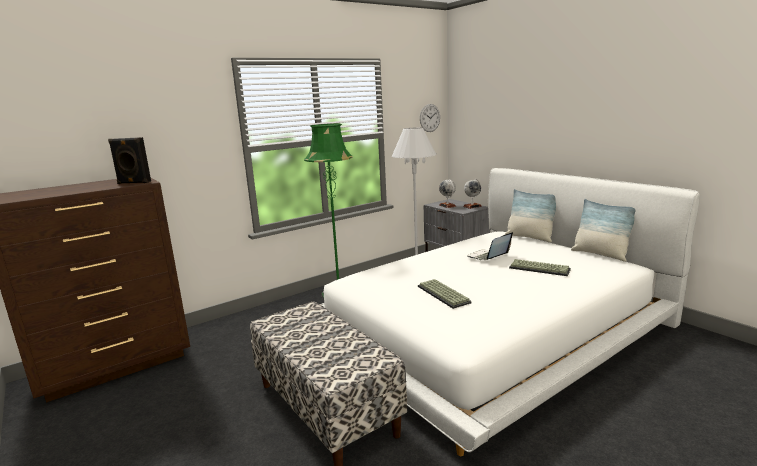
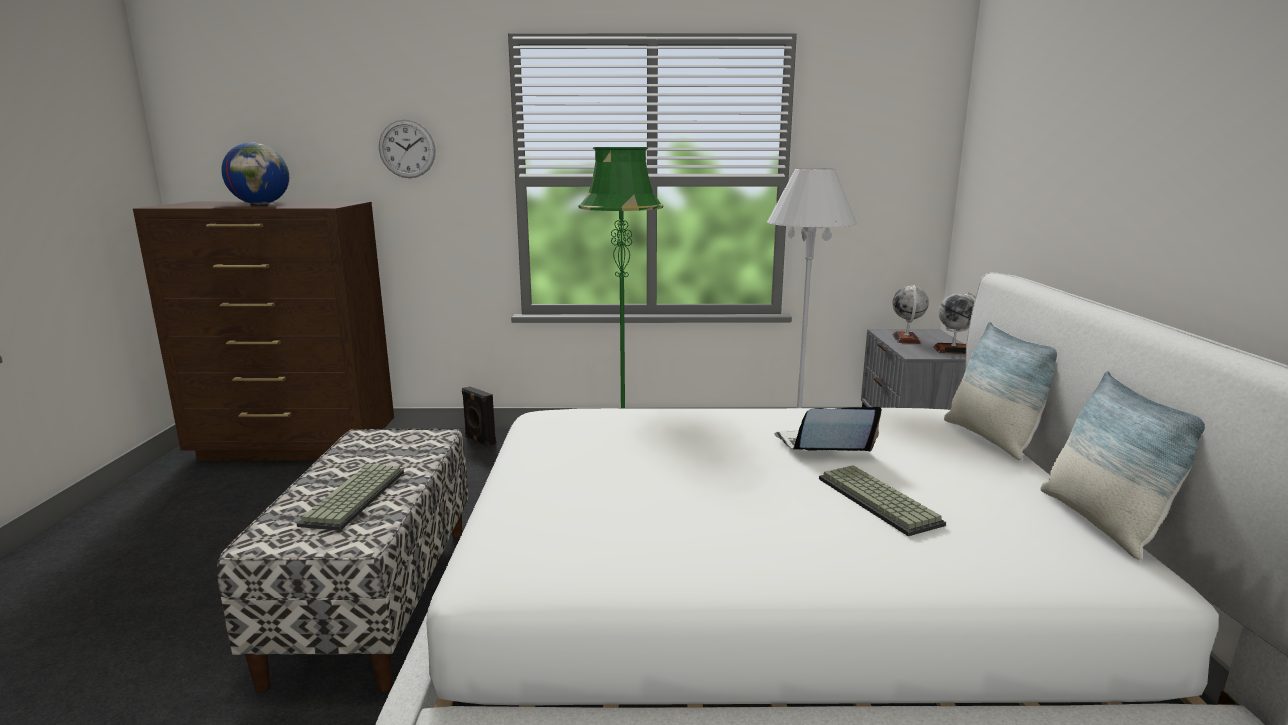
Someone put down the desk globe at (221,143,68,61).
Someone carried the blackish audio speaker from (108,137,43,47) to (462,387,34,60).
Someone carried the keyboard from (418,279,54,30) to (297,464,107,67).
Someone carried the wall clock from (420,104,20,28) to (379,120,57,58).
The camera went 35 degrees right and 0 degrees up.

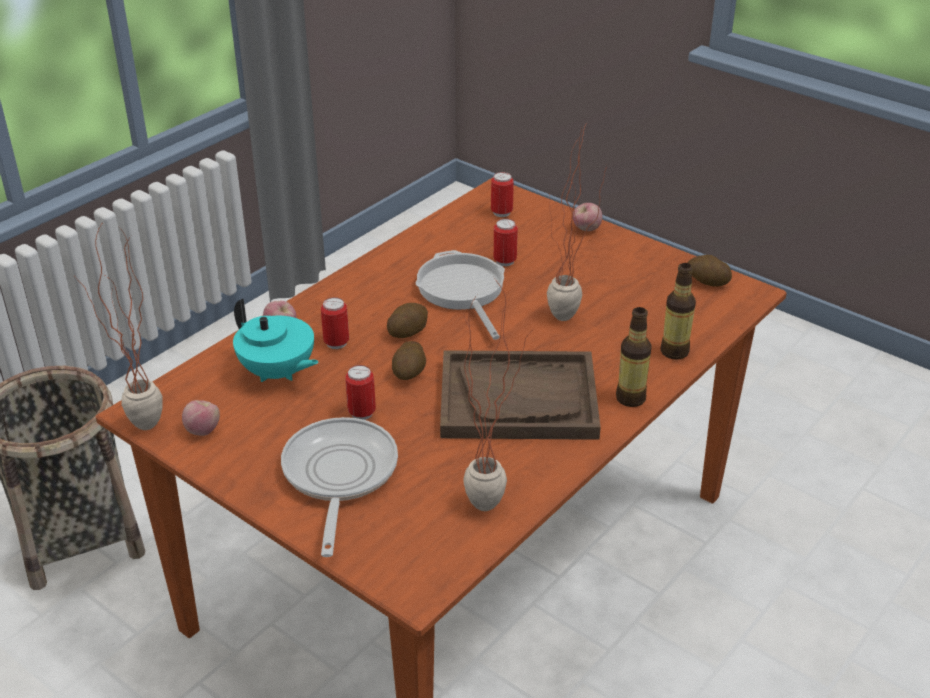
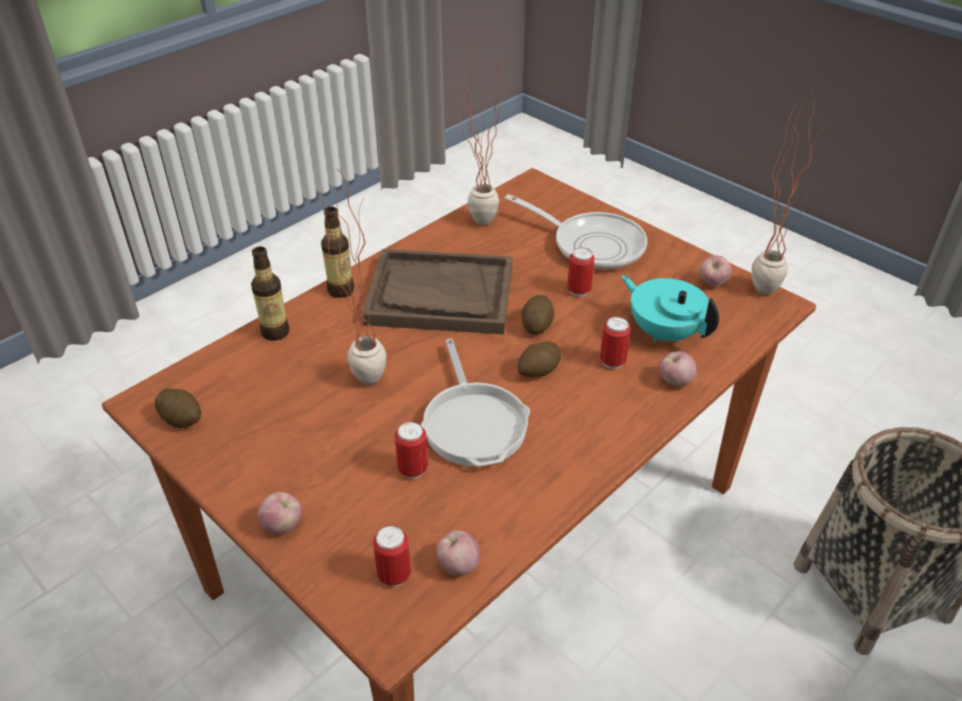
Someone put down the apple at (436,530,44,46).
Someone rotated the frying pan at (281,417,117,140) by 60 degrees counterclockwise.
The camera went 175 degrees left and 5 degrees up.

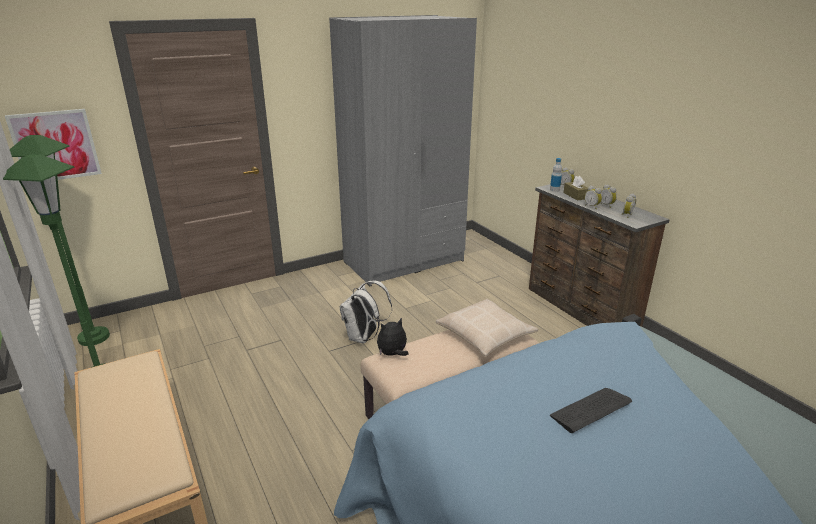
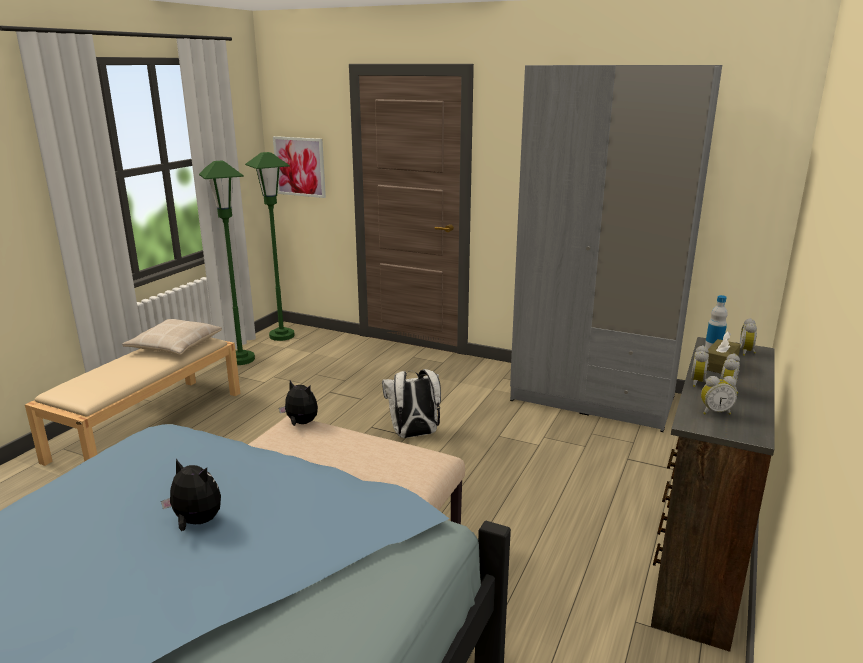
Someone carried the sand-coloured pillow from (436,299,103,58) to (122,319,100,36).
Someone swapped the keyboard at (550,388,82,45) for the plush toy at (161,459,60,72).
The camera went 55 degrees right and 5 degrees down.

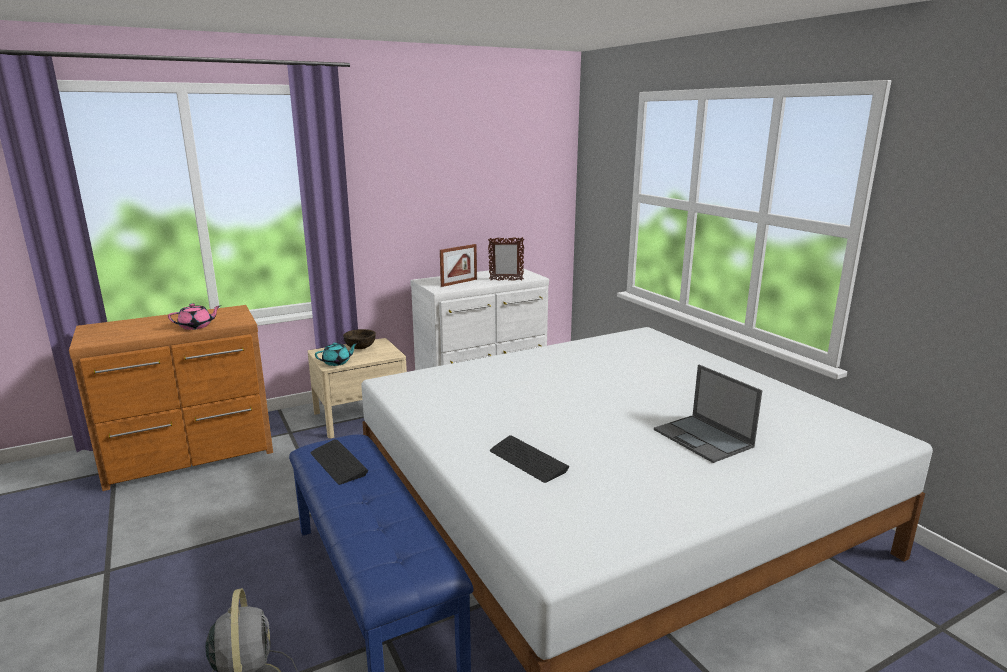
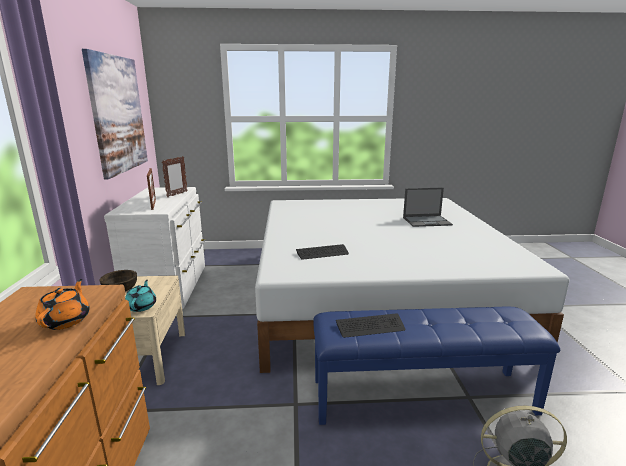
Someone put up the wall art at (82,49,66,131).
Someone carried the keyboard from (490,435,80,48) to (296,244,53,16).
Someone repainted the pink-coloured pot for tea at (168,303,52,27), which became the orange-coloured pot for tea at (35,279,55,51).
The camera went 65 degrees left and 0 degrees up.

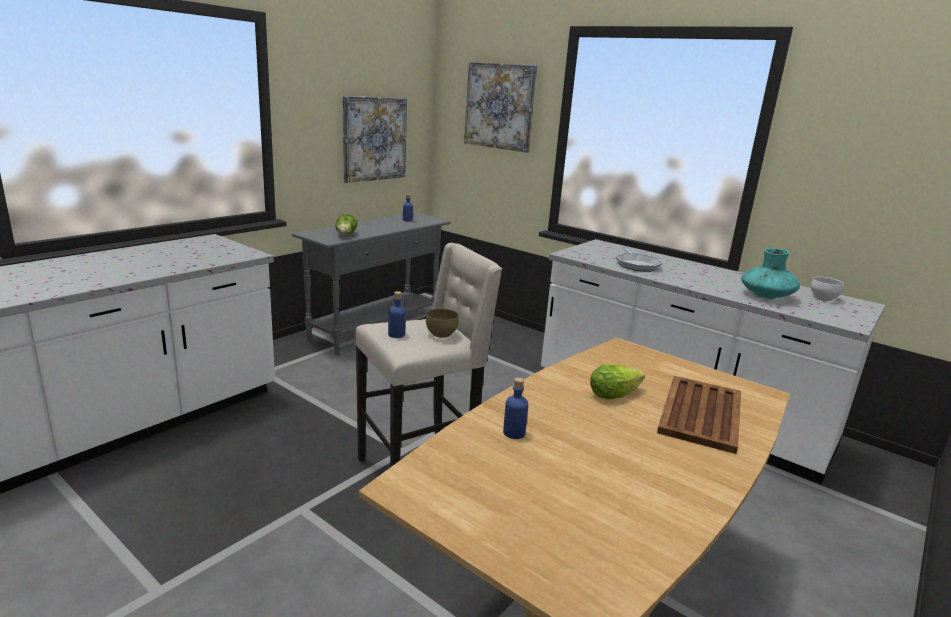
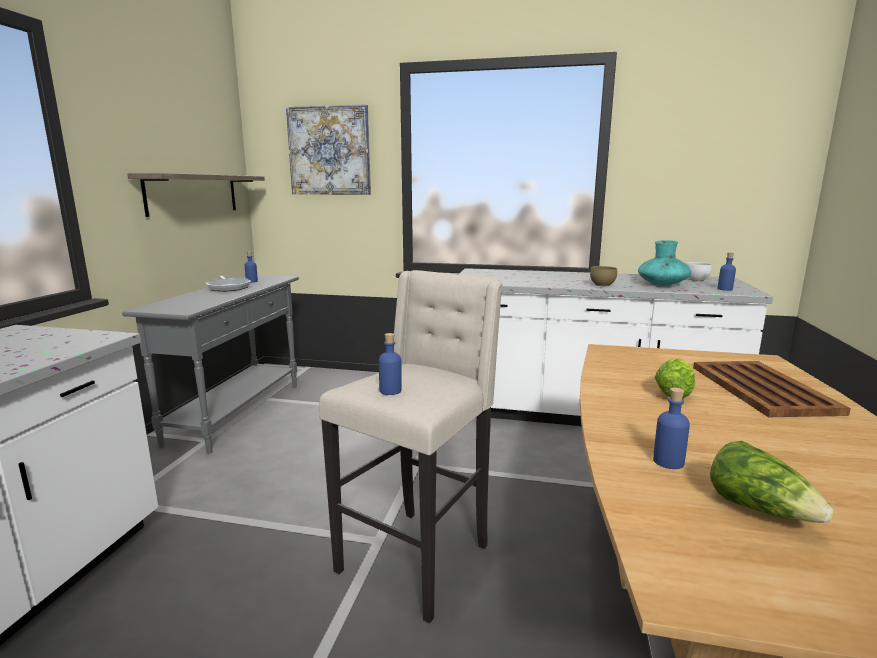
Someone put down the bluish bottle at (717,253,19,38).
Someone carried the lettuce head from (335,214,22,21) to (710,441,124,82).
Someone carried the brown deep dish from (426,308,33,30) to (590,266,27,20).
Someone carried the frying pan from (616,247,47,24) to (206,275,45,17).
Someone swapped the wall art at (343,96,64,87) for the bracket shelf at (127,173,138,44).
The camera went 25 degrees left and 5 degrees down.

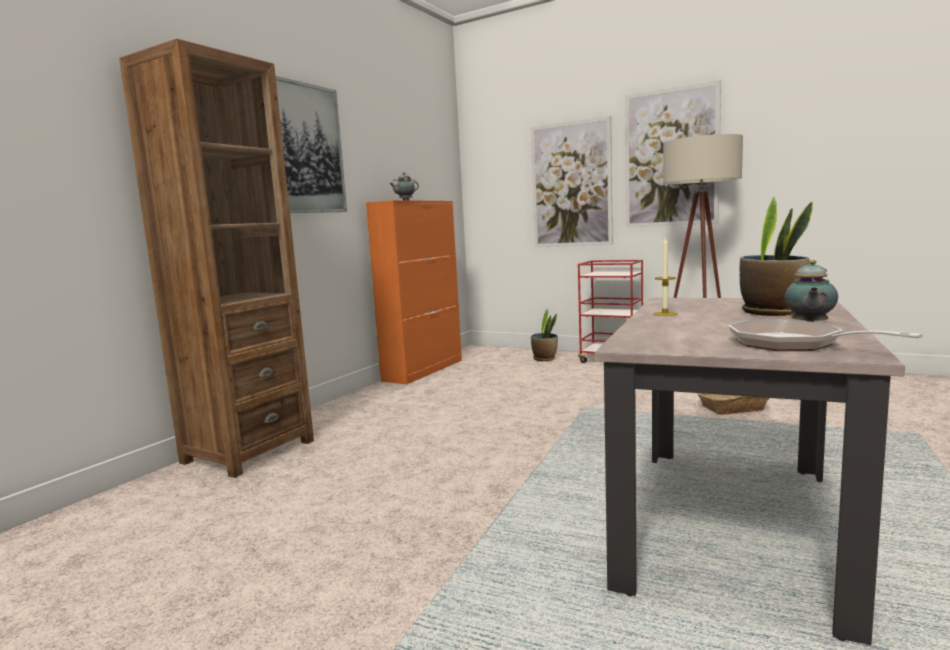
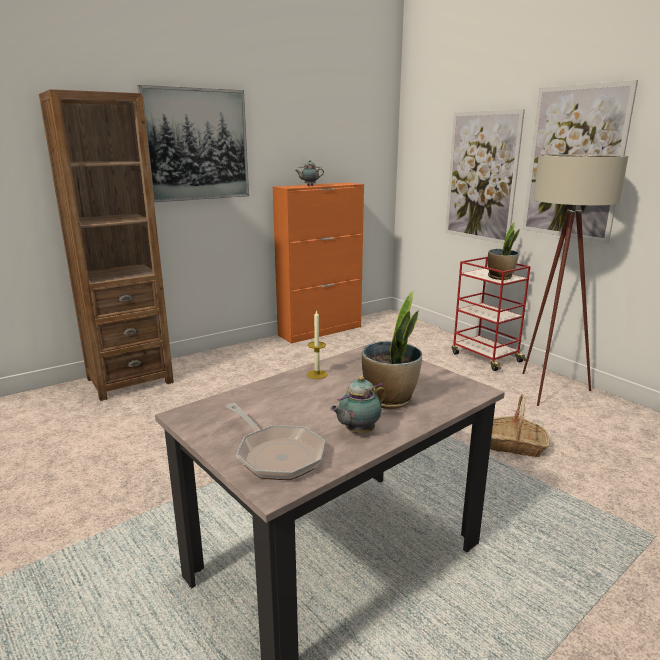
Someone carried the houseplant from (531,308,27,53) to (488,222,32,58).
Someone rotated the frying pan at (728,319,195,32) by 150 degrees clockwise.
The camera went 25 degrees right and 10 degrees up.

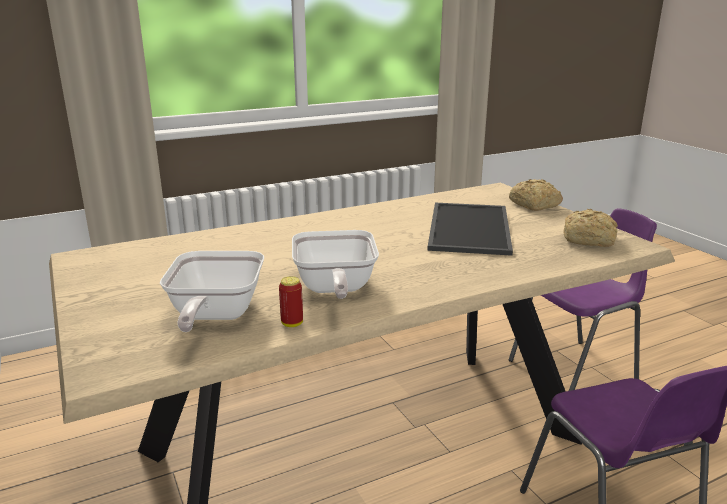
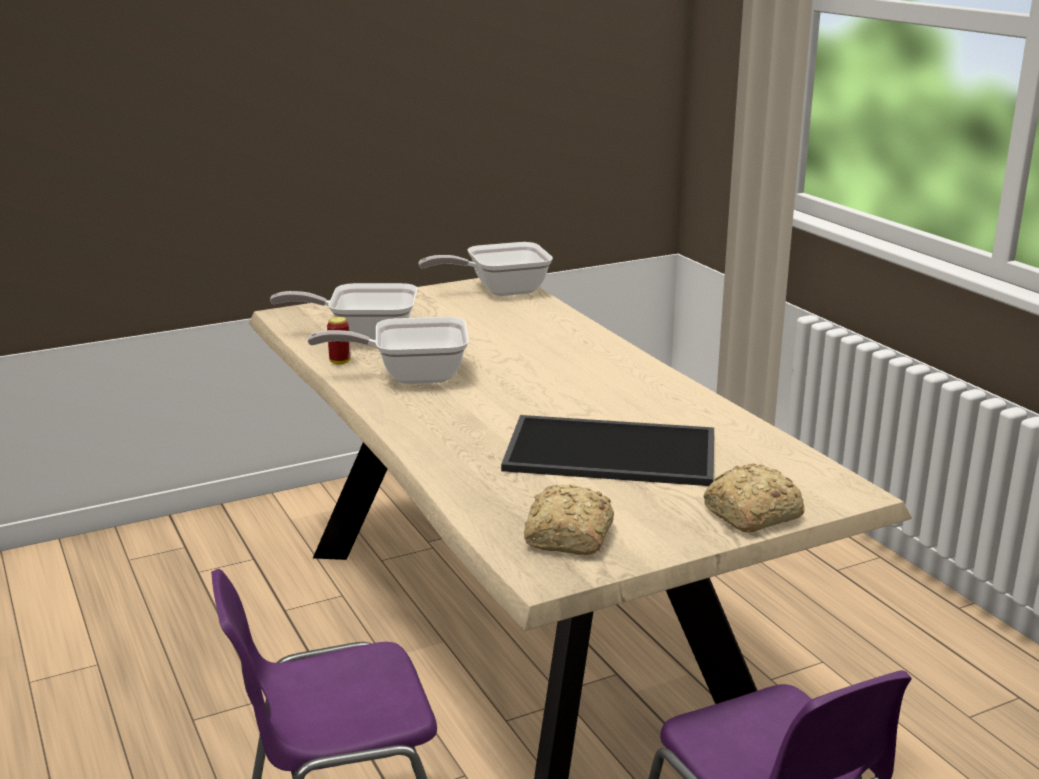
Someone put down the frying pan at (418,242,135,54).
The camera went 90 degrees right and 0 degrees up.

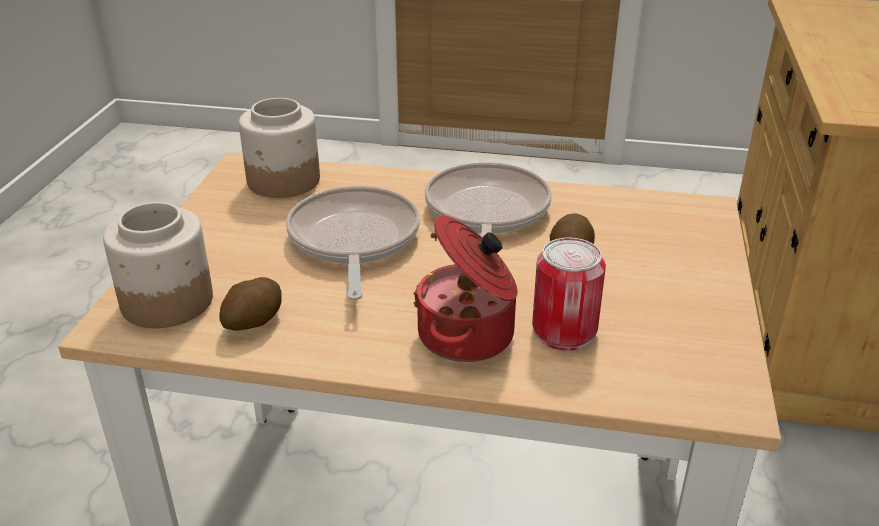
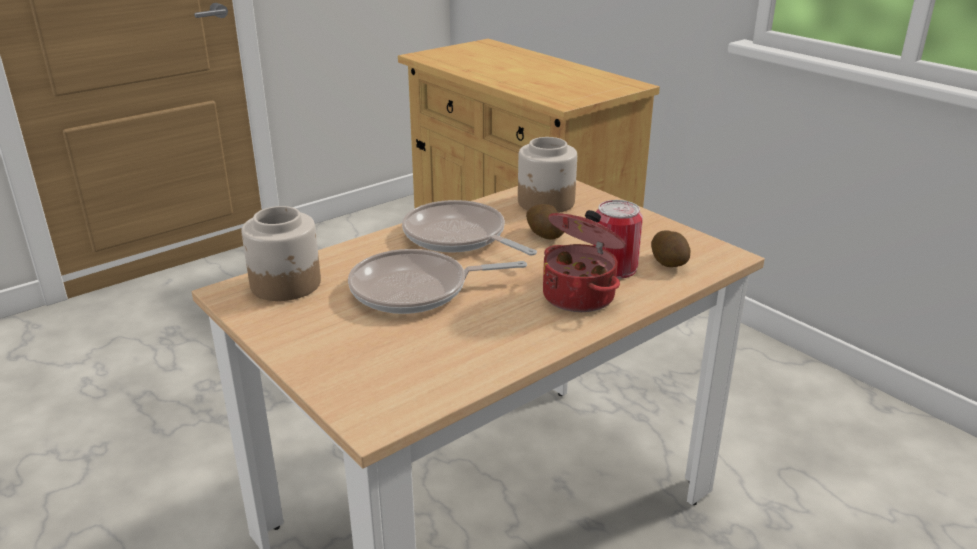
Someone carried the jar from (103,202,110,126) to (518,137,59,76).
Someone carried the potato from (219,277,63,53) to (651,230,40,37).
Someone rotated the frying pan at (286,186,134,114) by 45 degrees counterclockwise.
The camera went 50 degrees left and 5 degrees down.

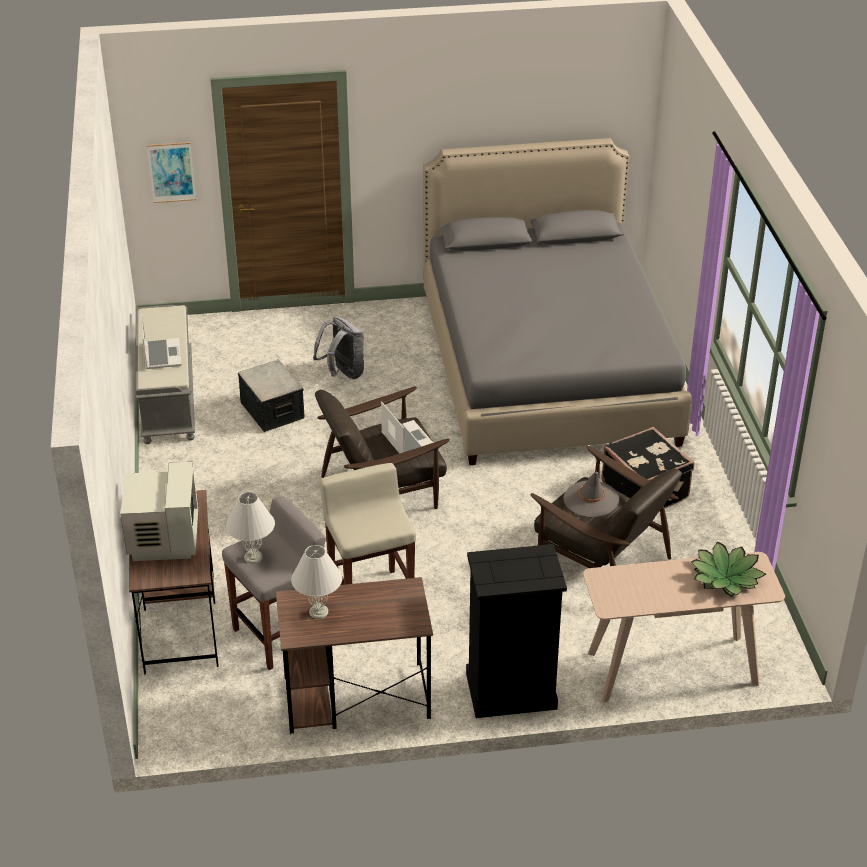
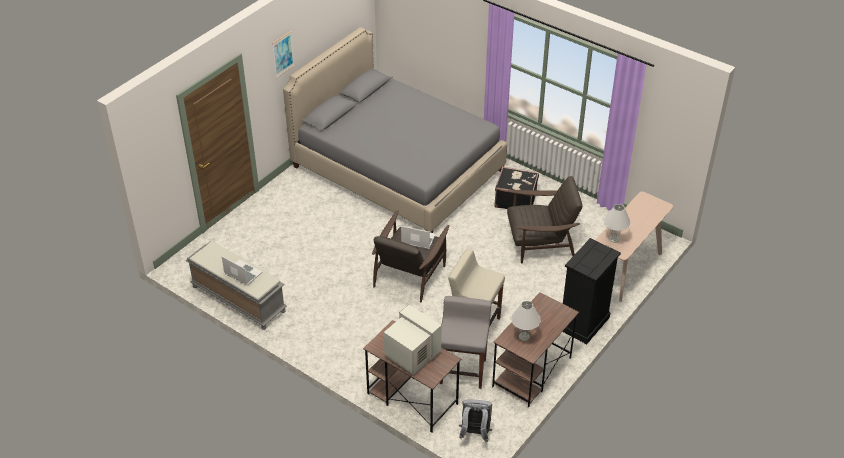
Someone took away the storage box at (238,360,67,72).
Someone took away the greyish wearable hat at (564,472,55,45).
Someone took away the houseplant at (691,541,75,56).
Someone carried the wall art from (147,142,49,61) to (272,31,23,47).
Someone carried the white-coloured lamp for a table from (226,492,49,72) to (604,204,27,39).
Someone carried the greyish rucksack from (313,316,51,63) to (459,399,33,43).
The camera went 45 degrees left and 5 degrees up.

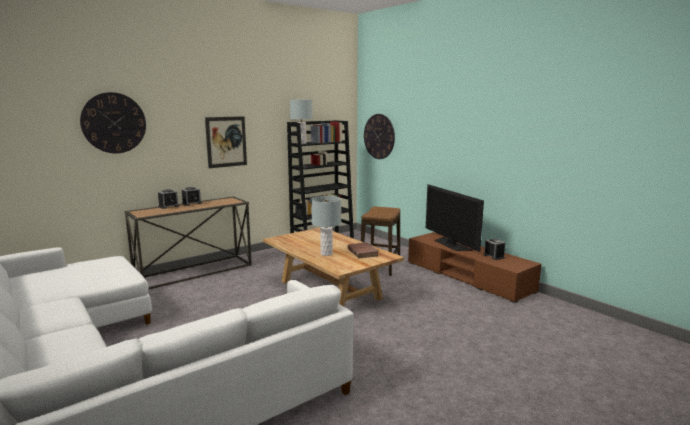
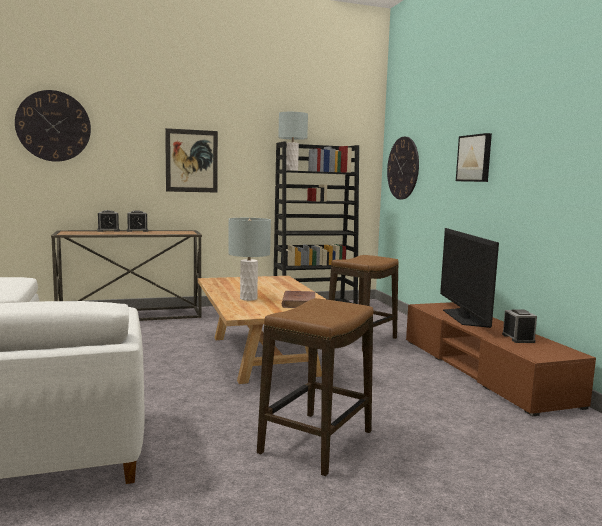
Someone put down the stool at (257,298,117,178).
Someone put up the wall art at (456,133,36,49).
The camera went 20 degrees right and 5 degrees down.

